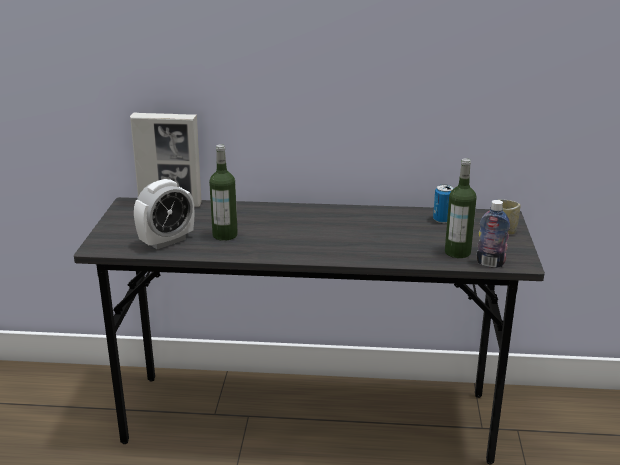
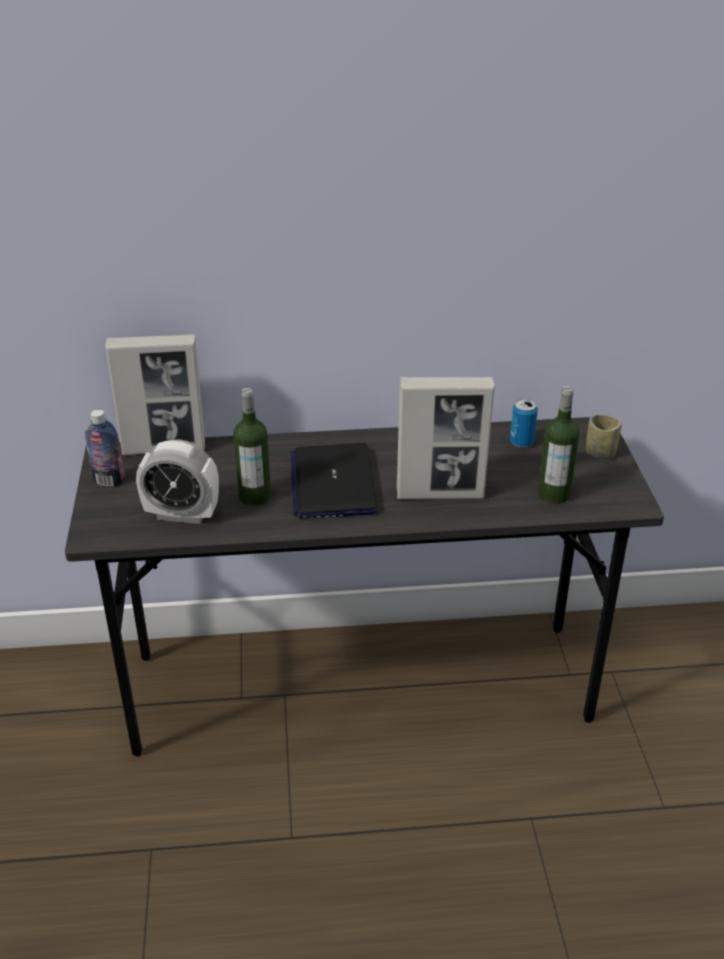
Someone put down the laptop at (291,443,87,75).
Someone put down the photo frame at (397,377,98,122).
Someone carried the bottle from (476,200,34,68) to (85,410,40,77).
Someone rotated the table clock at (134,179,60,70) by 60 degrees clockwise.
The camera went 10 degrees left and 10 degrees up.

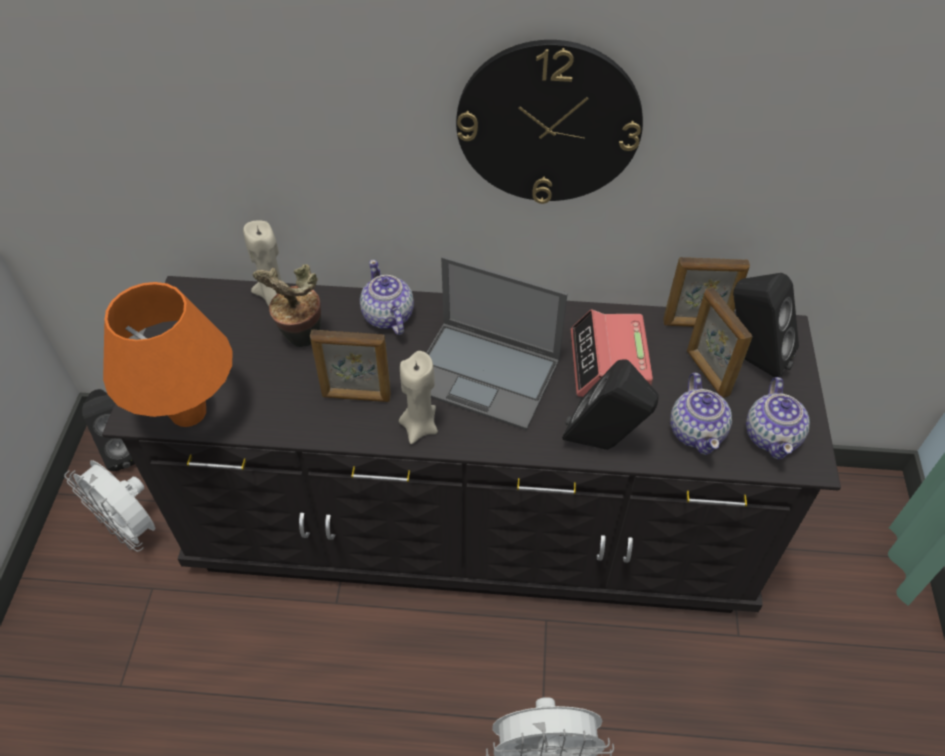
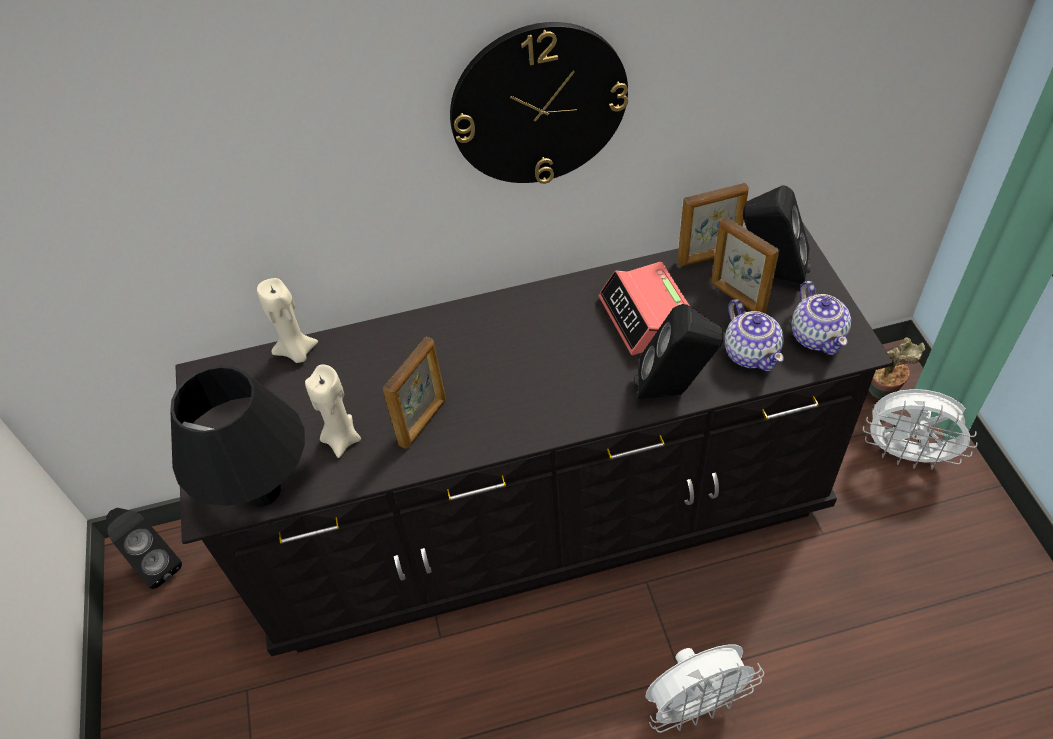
Someone took away the pot for tea at (360,260,54,75).
Someone took away the laptop at (426,256,142,174).
Someone carried the white-coloured fan from (64,460,91,92) to (863,389,114,81).
Someone carried the houseplant from (253,264,68,83) to (869,338,56,61).
Someone carried the sand-coloured wax light from (399,351,39,93) to (305,365,56,93).
Someone repainted the orange-coloured lamp for a table at (103,282,130,145), which became the blackish lamp for a table at (170,365,135,142).
Someone rotated the photo frame at (310,329,81,73) by 45 degrees counterclockwise.
The camera went 15 degrees left and 0 degrees up.

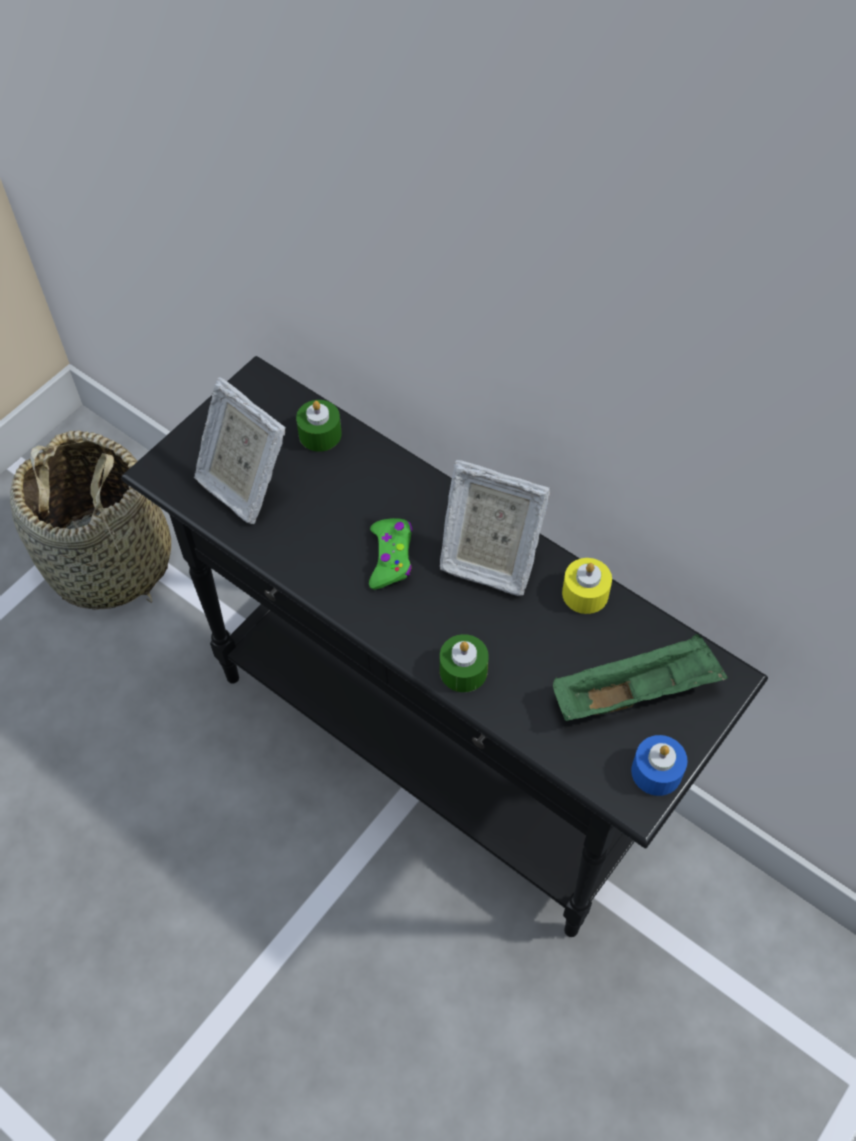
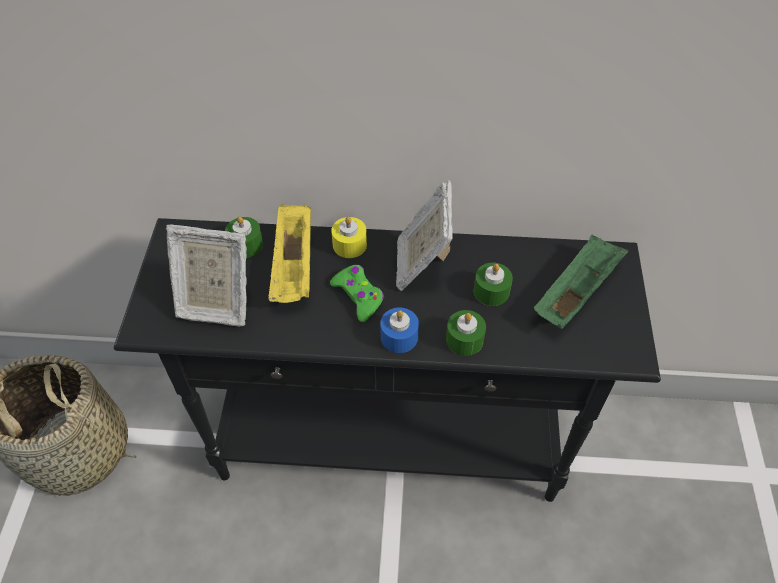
Someone put down the yellow carrying tray at (268,203,43,100).
Someone put down the green-coloured wax light at (474,263,39,43).
Someone carried the yellow wax light from (562,558,50,56) to (331,216,36,42).
Someone carried the bluish wax light from (631,735,57,61) to (380,308,39,45).
Someone rotated the photo frame at (440,460,110,136) by 105 degrees clockwise.
The camera went 35 degrees left and 5 degrees down.

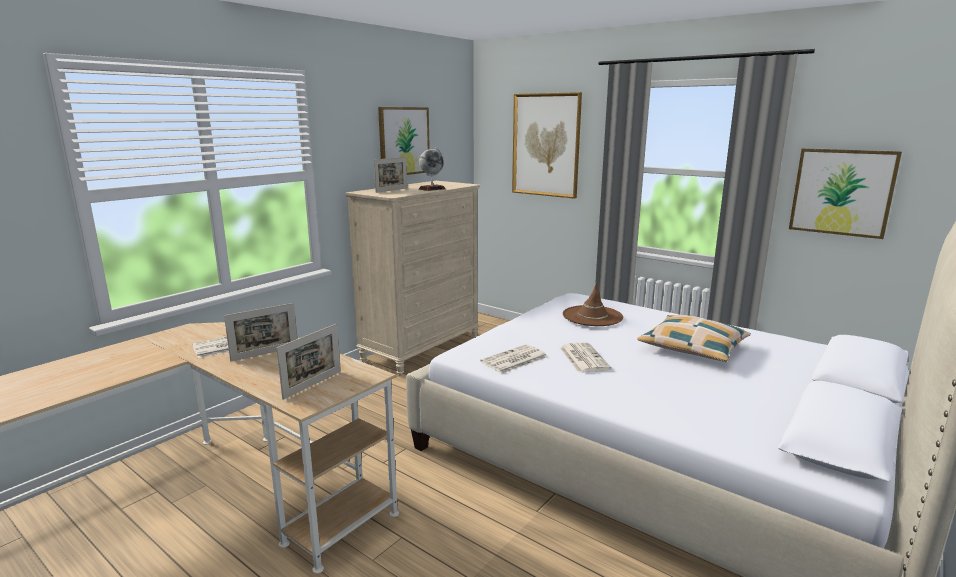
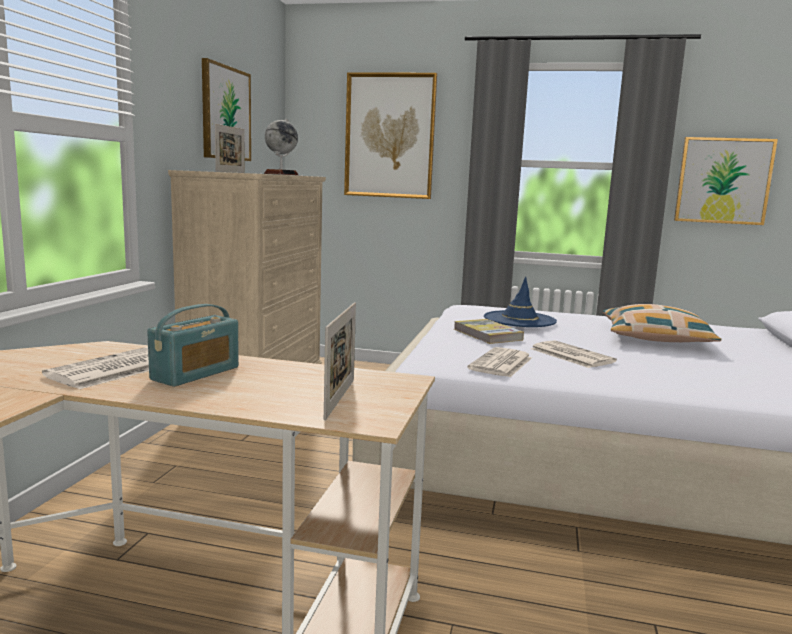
Someone put down the volume at (454,319,70,25).
Someone swapped the photo frame at (224,303,74,59) for the radio at (147,304,92,83).
Someone repainted the brown wearable hat at (563,282,60,44), which became the bluish wearable hat at (484,277,73,50).
The camera went 25 degrees left and 5 degrees down.

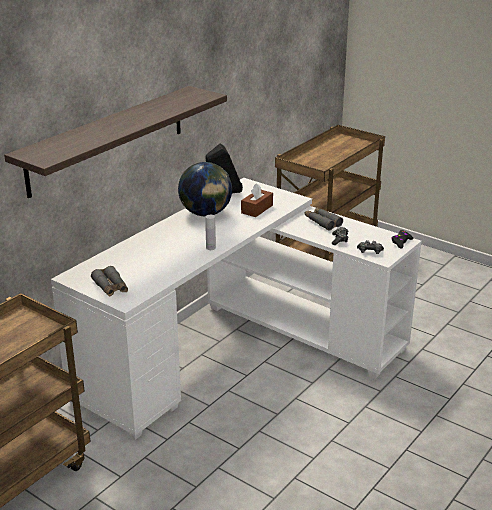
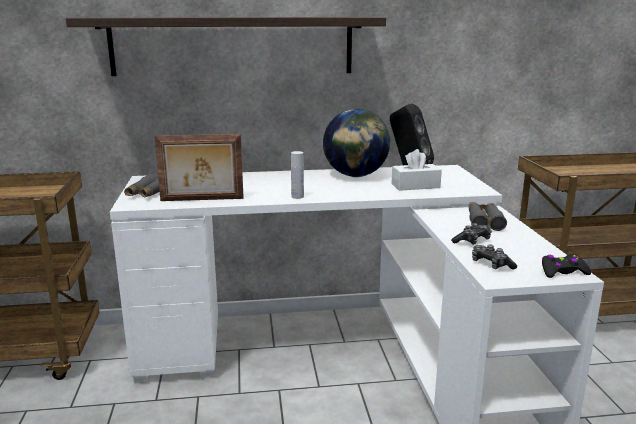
Someone put down the photo frame at (154,134,90,67).
Someone repainted the brown box of tissues at (241,183,32,34), which became the white-coloured box of tissues at (391,149,51,42).
The camera went 45 degrees right and 10 degrees down.

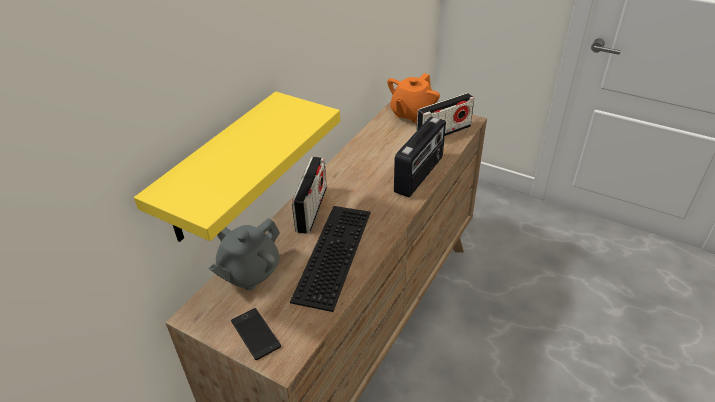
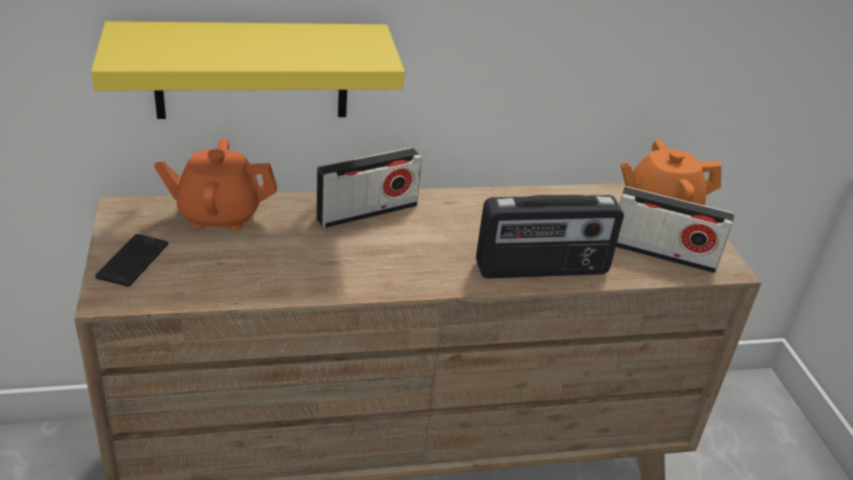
Someone took away the keyboard at (290,206,80,106).
Someone repainted the greyish pot for tea at (209,218,71,72), which became the orange-coloured pot for tea at (154,139,123,92).
The camera went 45 degrees right and 5 degrees down.

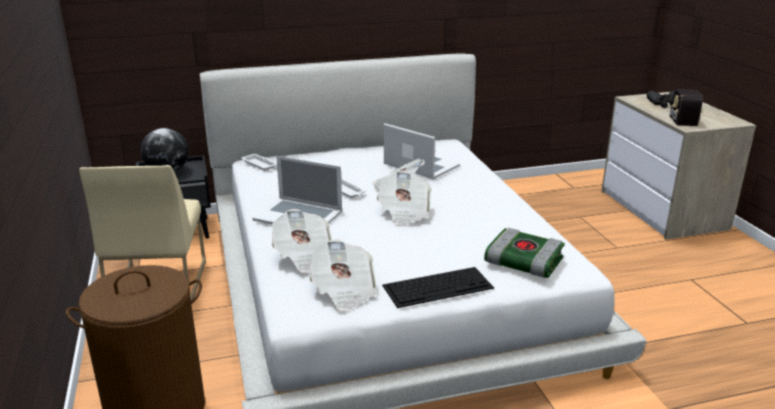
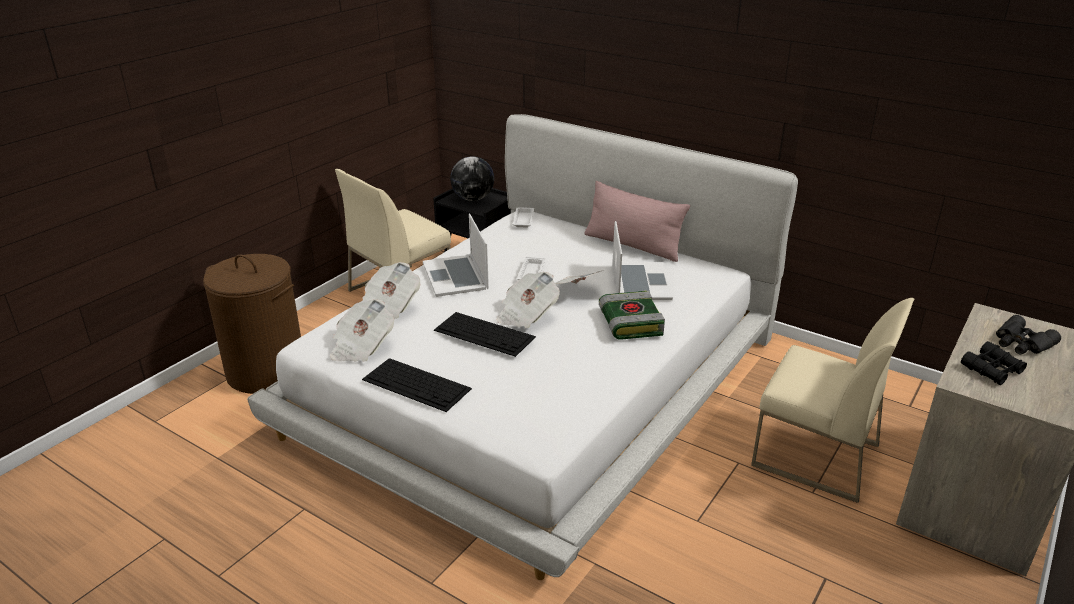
Someone put down the keyboard at (434,312,102,45).
Someone put down the pink-coloured pillow at (584,181,106,81).
Someone put down the sand-coloured chair at (751,298,163,205).
Someone carried the volume from (484,228,81,50) to (599,291,66,49).
Someone swapped the radio at (667,89,37,37) for the blackish binoculars at (961,341,66,44).
The camera went 50 degrees right and 5 degrees up.

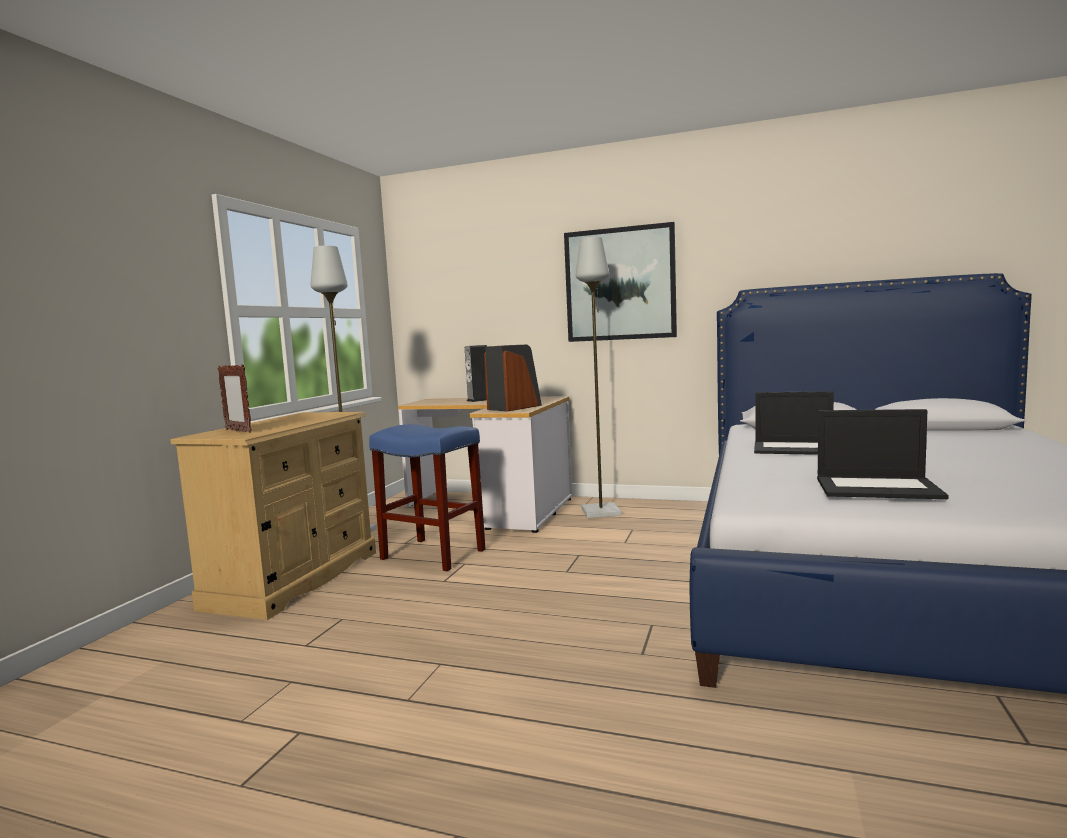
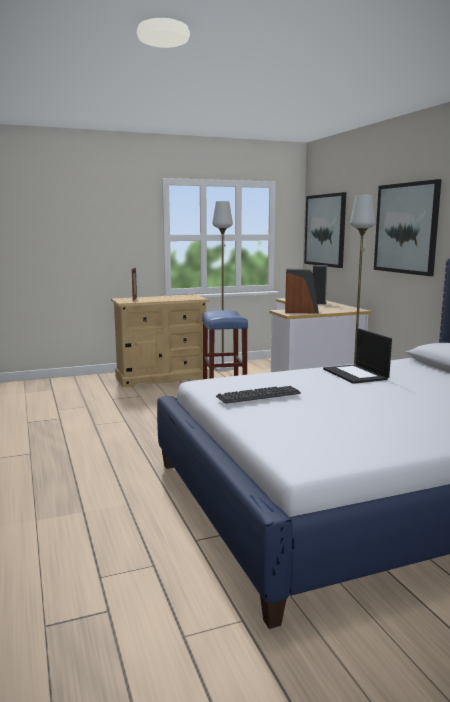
Someone put up the wall art at (304,192,42,76).
Someone swapped the laptop at (817,409,131,90) for the keyboard at (216,386,85,18).
The camera went 50 degrees right and 5 degrees up.

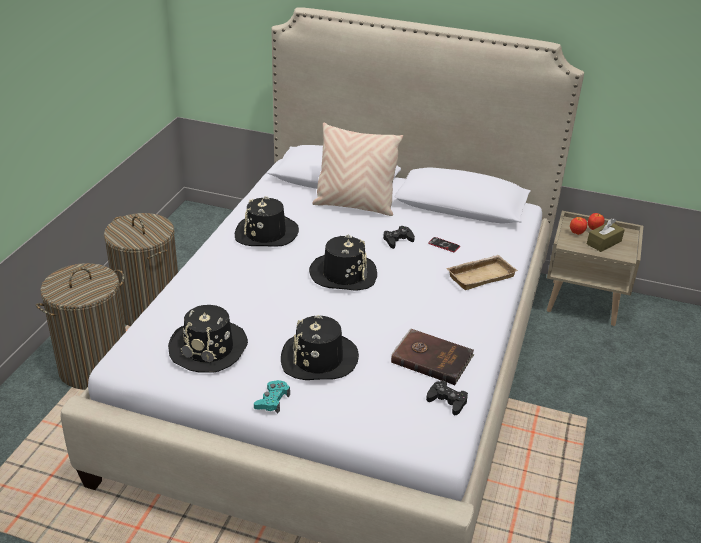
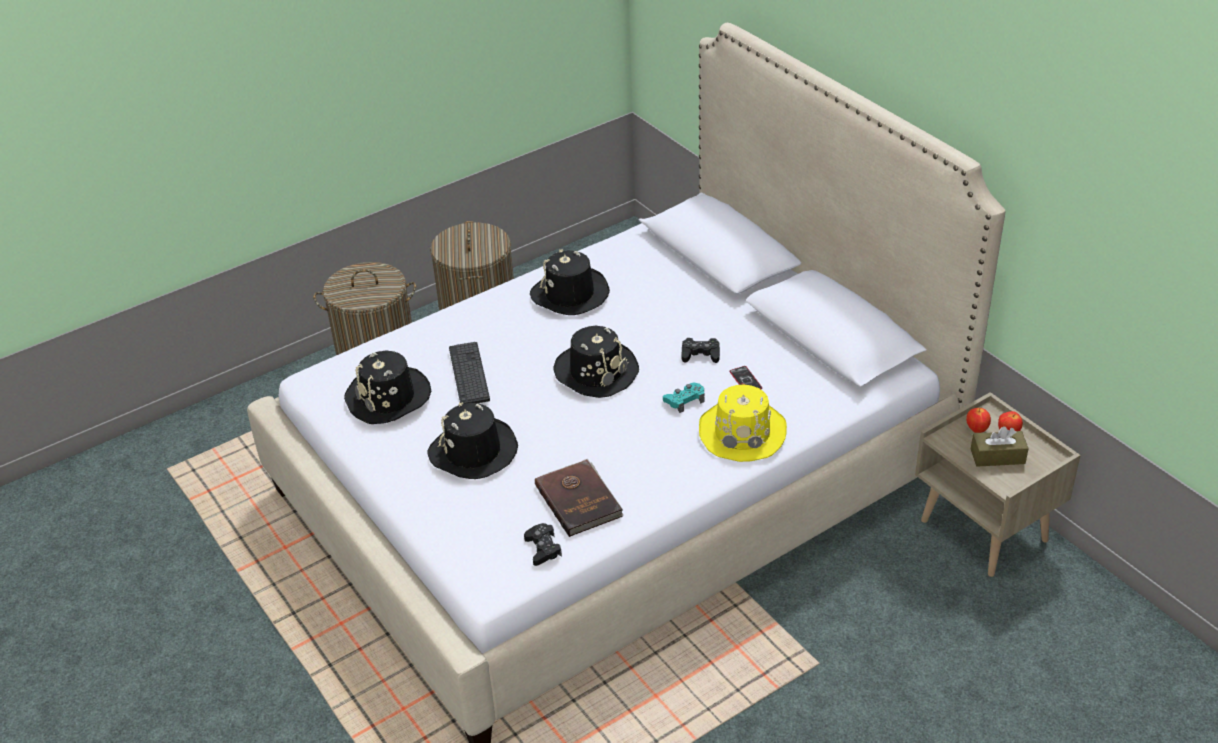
Someone took away the sand-coloured pillow at (312,123,91,93).
Someone put down the keyboard at (449,342,41,62).
Someone carried the turquoise game controller from (254,380,36,33) to (663,382,42,31).
Someone swapped the sand-coloured carrying tray at (446,255,72,35) for the yellow wearable hat at (699,385,88,77).
The camera went 40 degrees right and 5 degrees up.

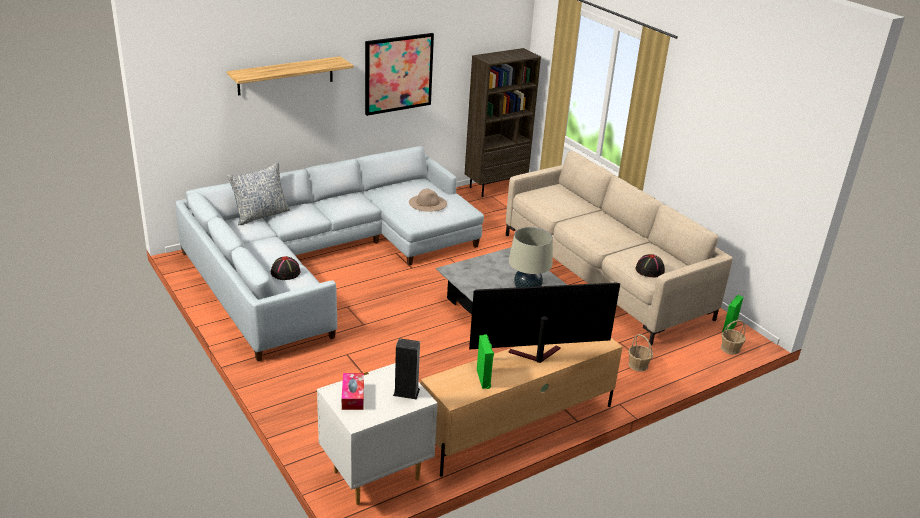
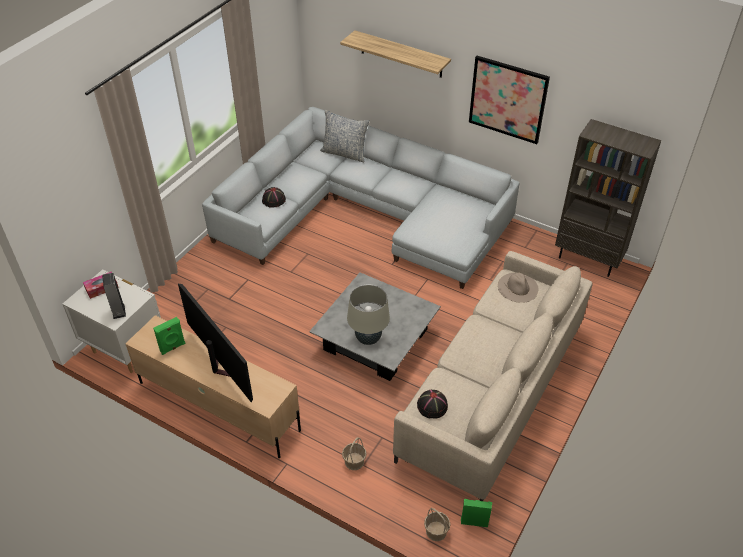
Someone carried the sand-coloured wearable hat from (409,189,38,23) to (498,273,40,30).
The camera went 65 degrees right and 15 degrees up.

